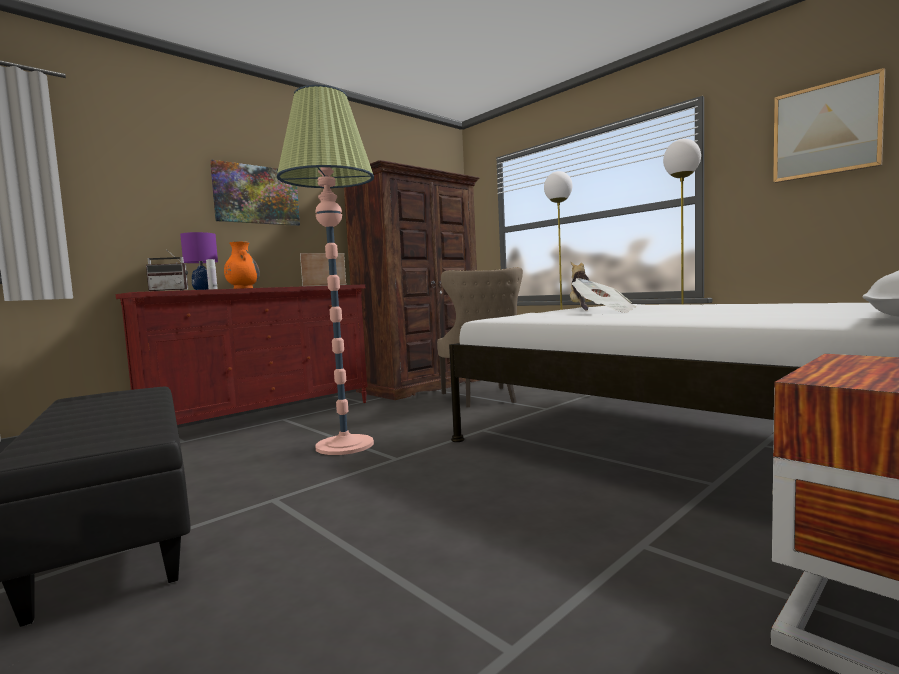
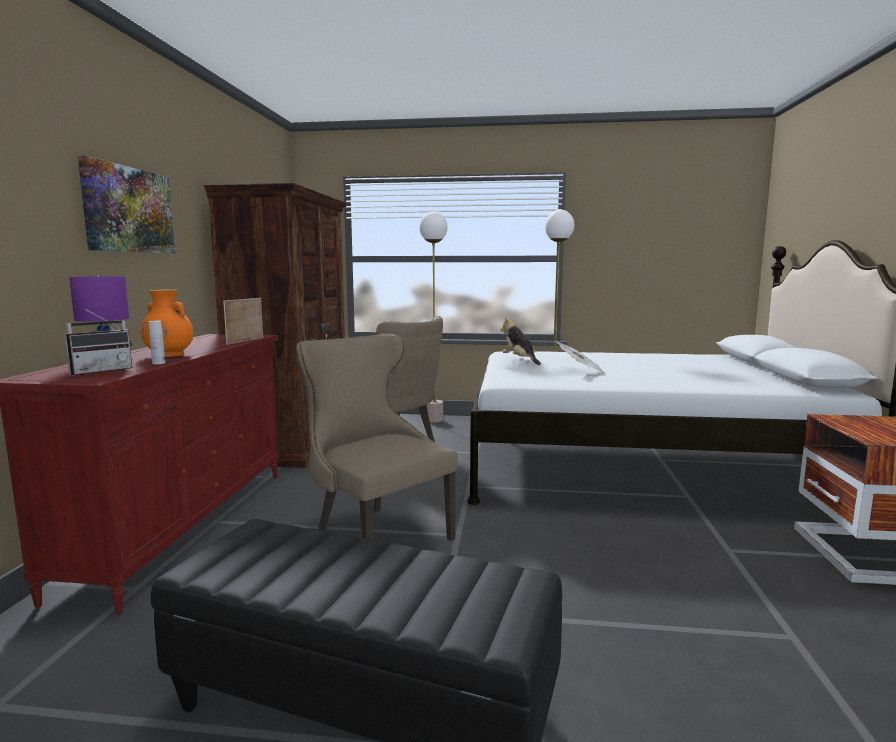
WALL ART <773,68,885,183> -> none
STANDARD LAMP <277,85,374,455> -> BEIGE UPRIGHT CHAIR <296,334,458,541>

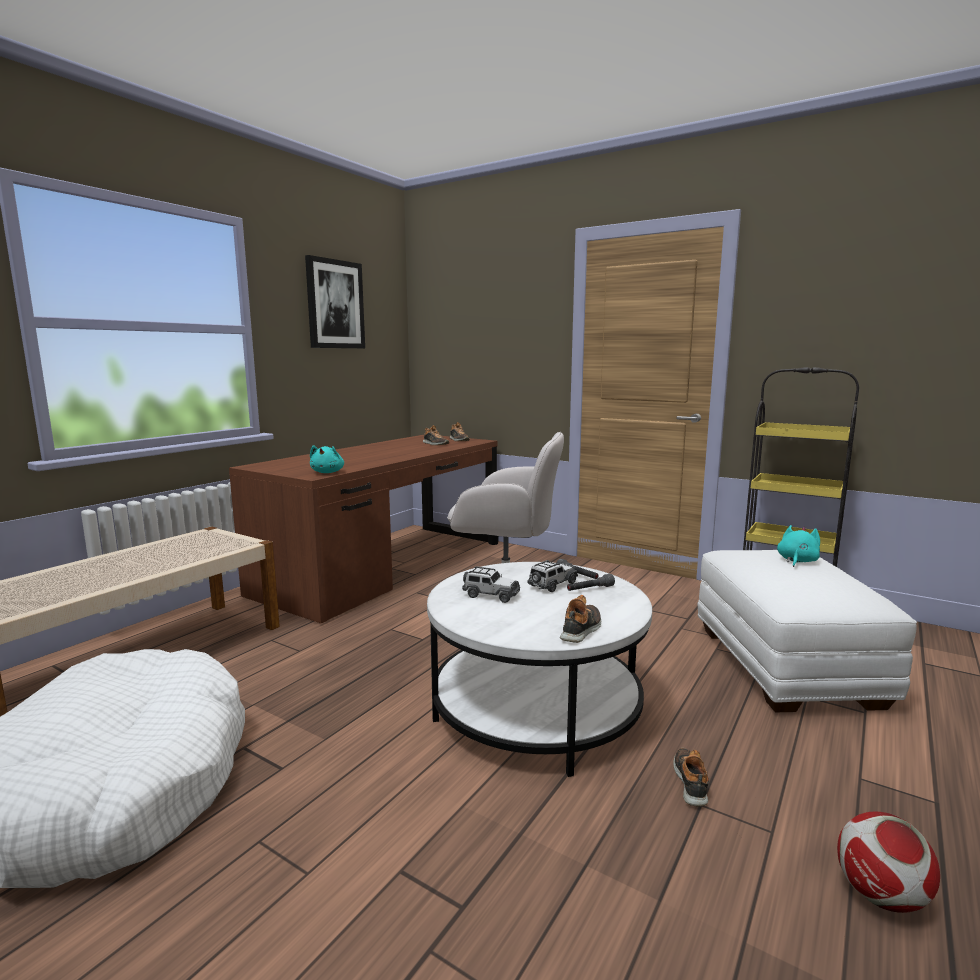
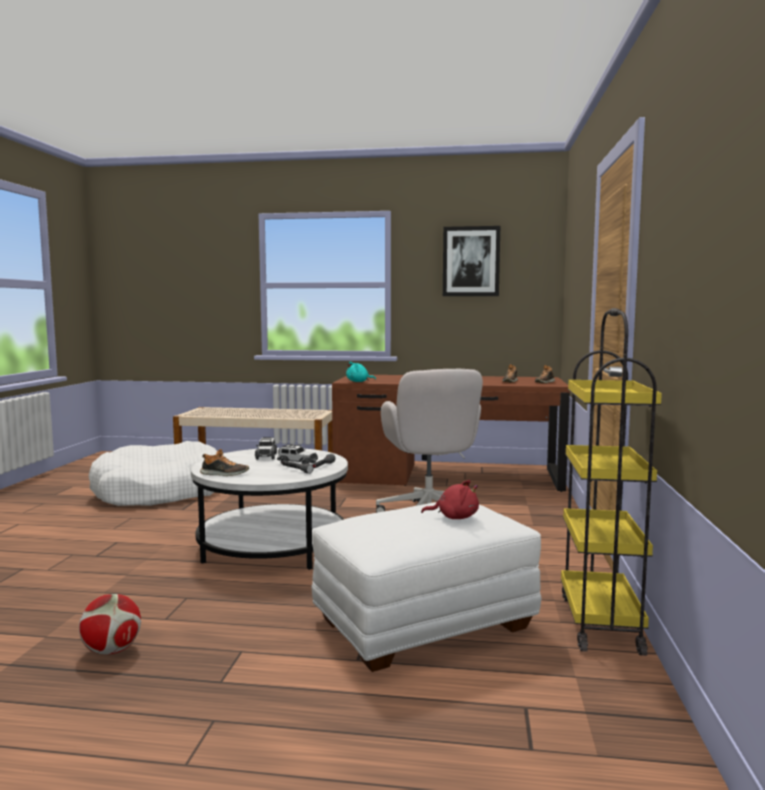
ITEM OF FOOTWEAR <673,748,709,807> -> none
TURQUOISE PLUSH TOY <777,525,820,567> -> RED PLUSH TOY <421,480,479,519>

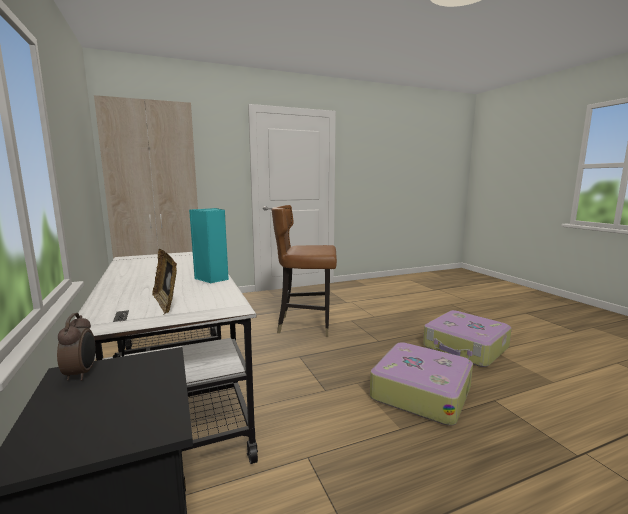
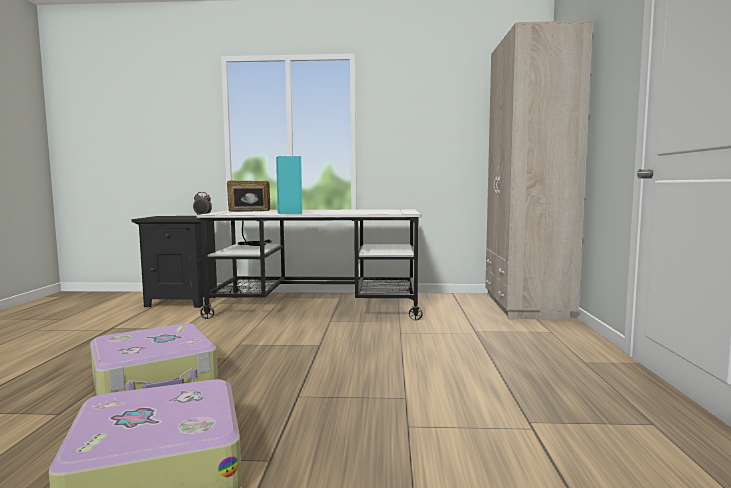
BROWN UPRIGHT CHAIR <271,205,337,337> -> none

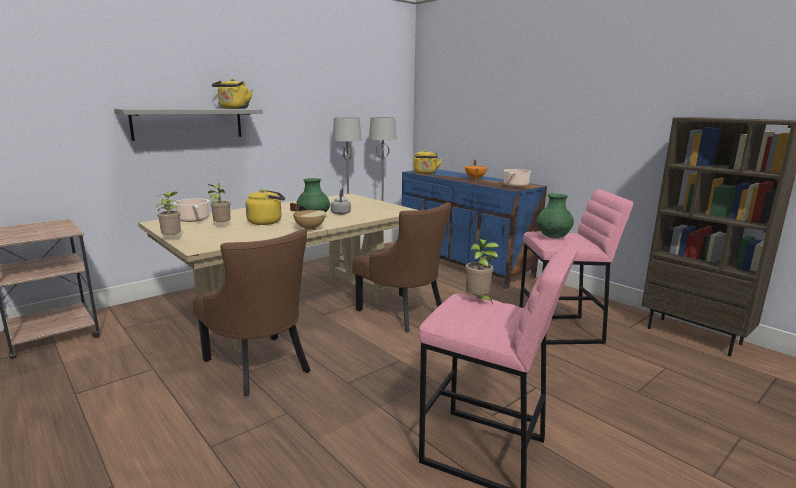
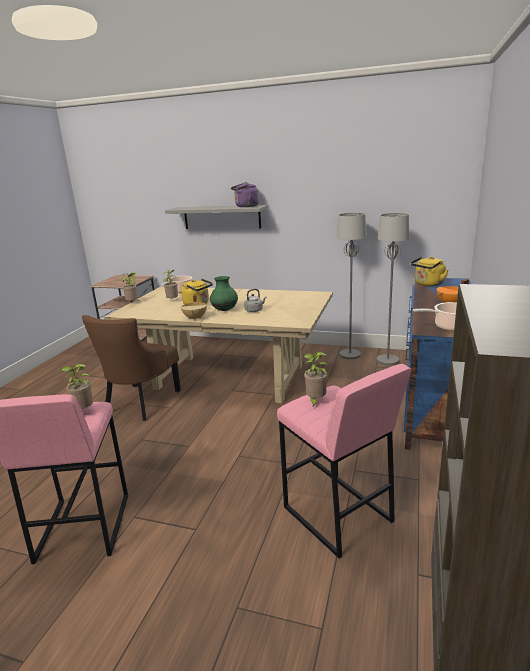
BROWN UPRIGHT CHAIR <352,202,451,332> -> none
GREENISH VASE <536,193,574,238> -> POTTED PLANT <303,352,328,408>
YELLOWISH KETTLE <212,79,253,109> -> PURPLISH KETTLE <231,182,259,207>

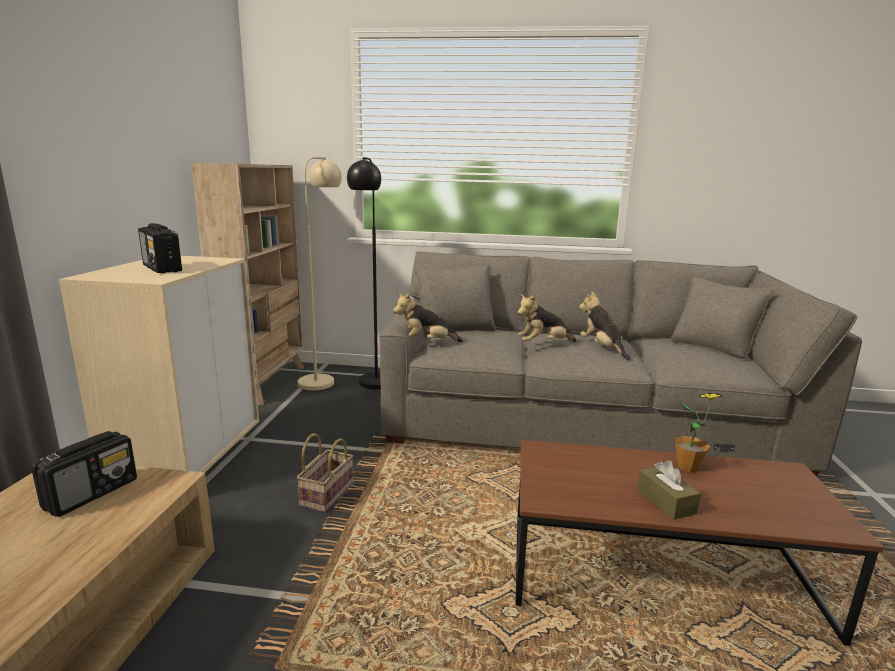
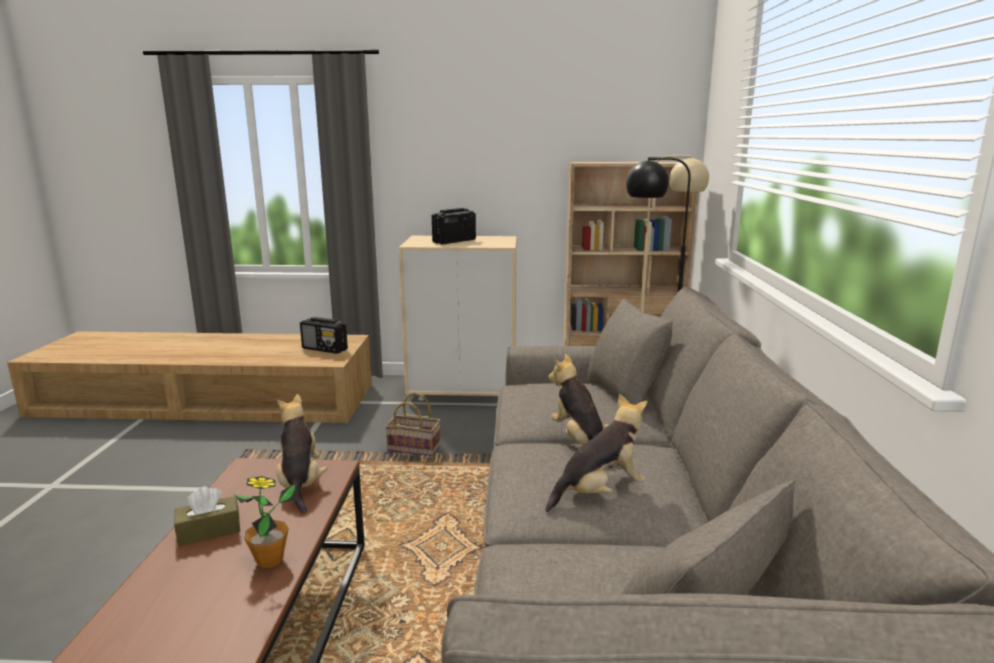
PLUSH TOY <393,292,463,342> -> PLUSH TOY <277,394,327,514>, move

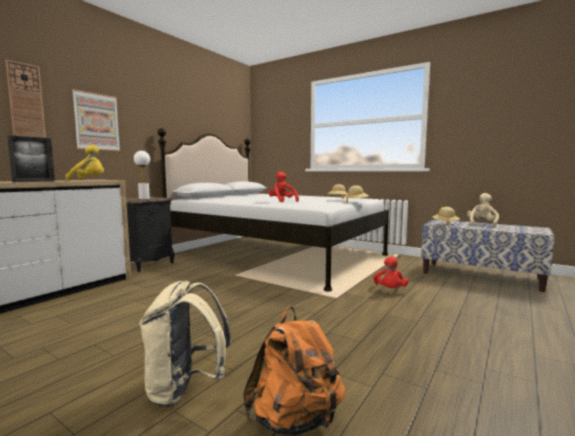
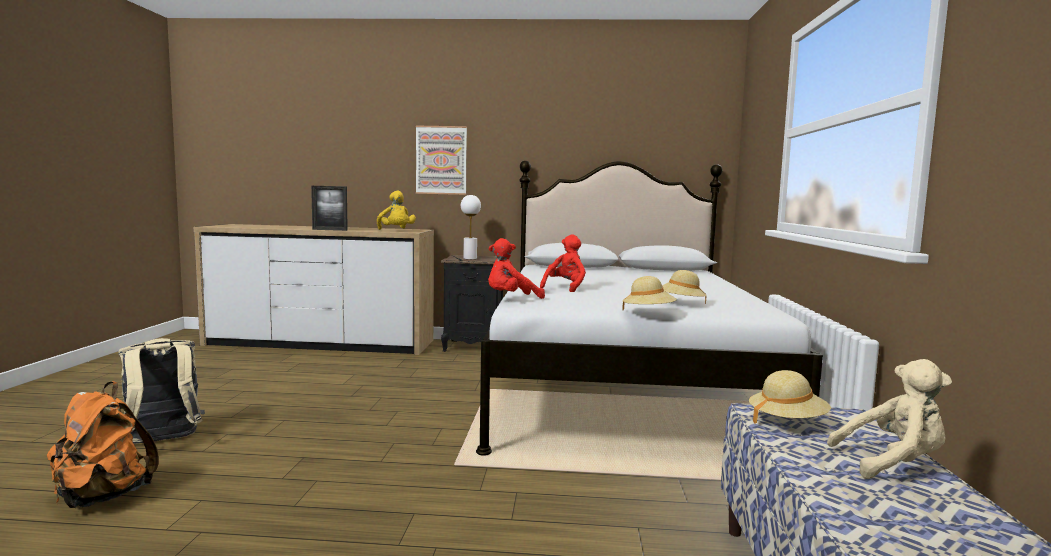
CLOCK ON THE WALL <5,59,46,138> -> none
RED PLUSH TOY <373,257,409,288> -> RED PLUSH TOY <488,238,545,299>, move

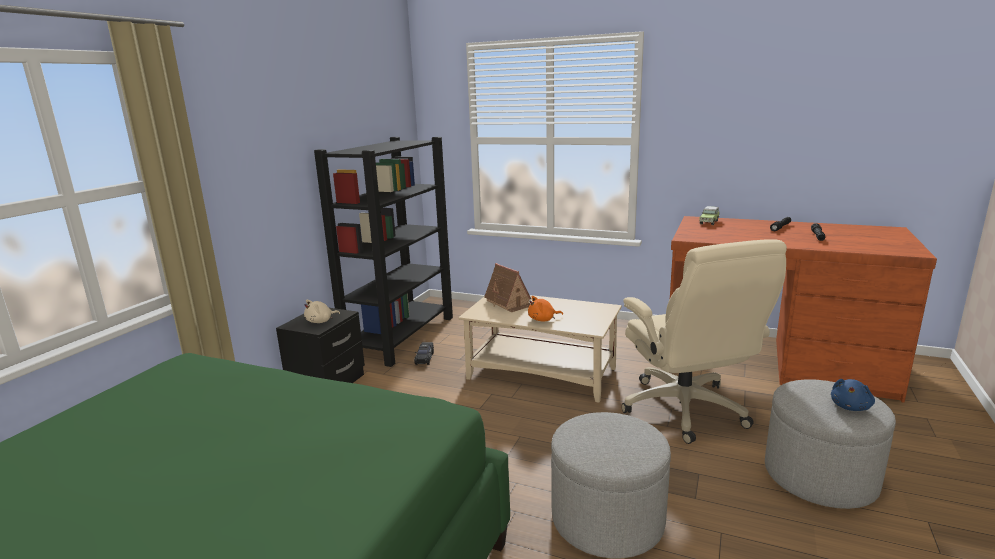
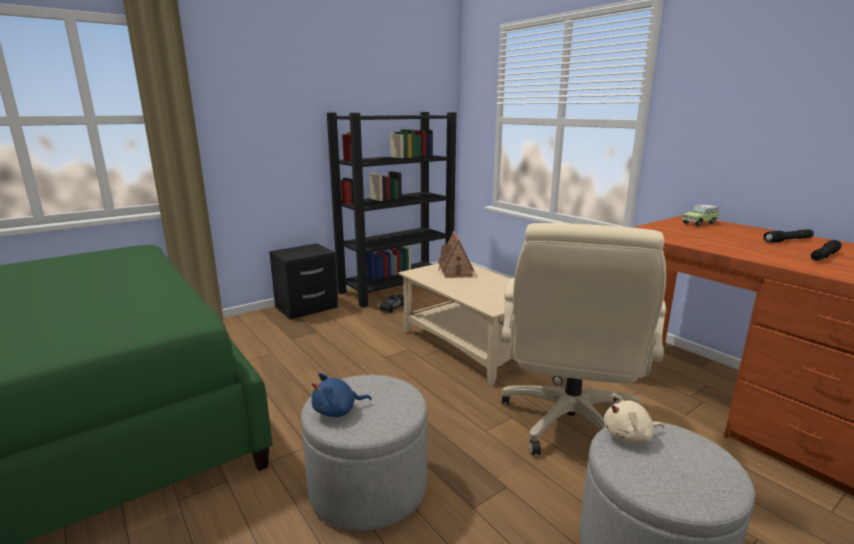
ORANGE-COLOURED PLUSH TOY <528,296,563,322> -> none
BEIGE PLUSH TOY <304,300,340,323> -> BEIGE PLUSH TOY <604,394,665,445>, move
BLUE-COLOURED PLUSH TOY <831,379,875,411> -> BLUE-COLOURED PLUSH TOY <311,373,372,417>, move

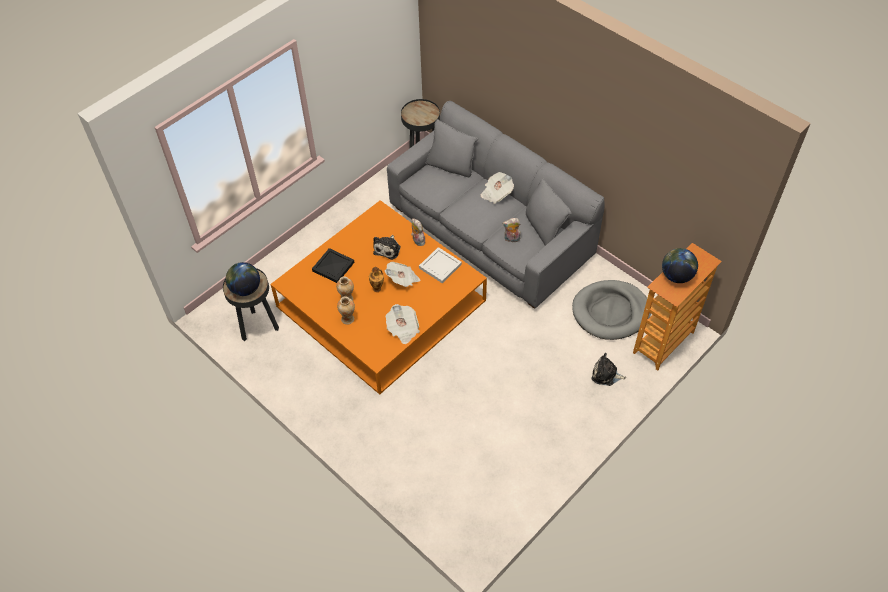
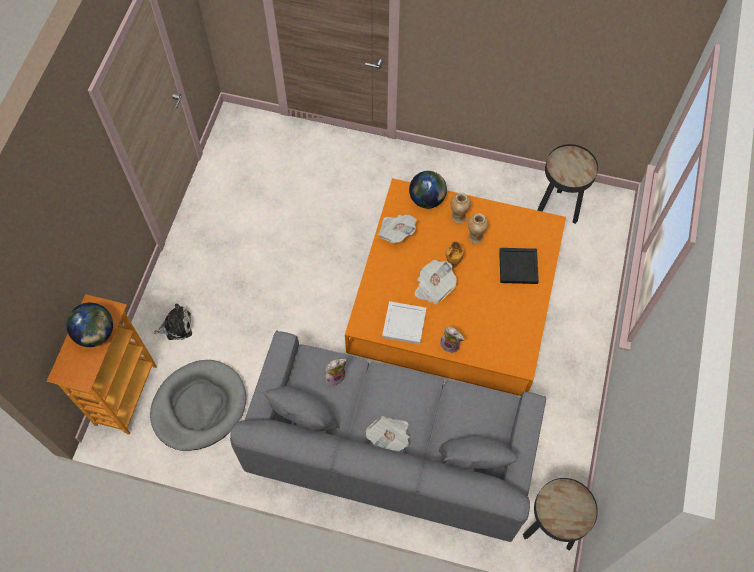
PLUSH TOY <373,235,401,260> -> none
DESK GLOBE <226,262,260,296> -> DESK GLOBE <409,171,447,209>, move

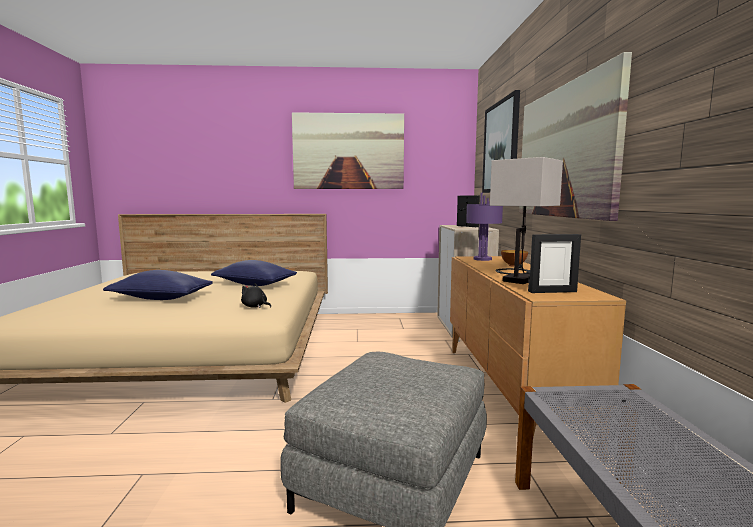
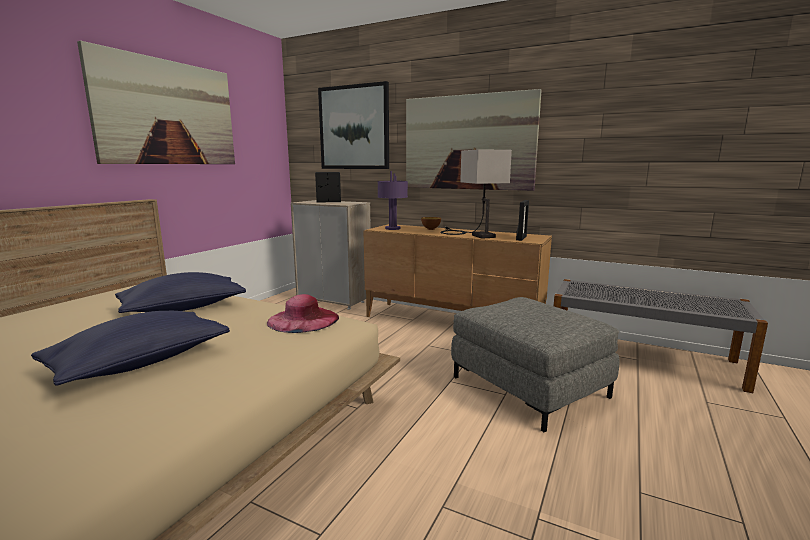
BLACKISH PLUSH TOY <241,283,271,308> -> PINK HAT <267,294,339,333>

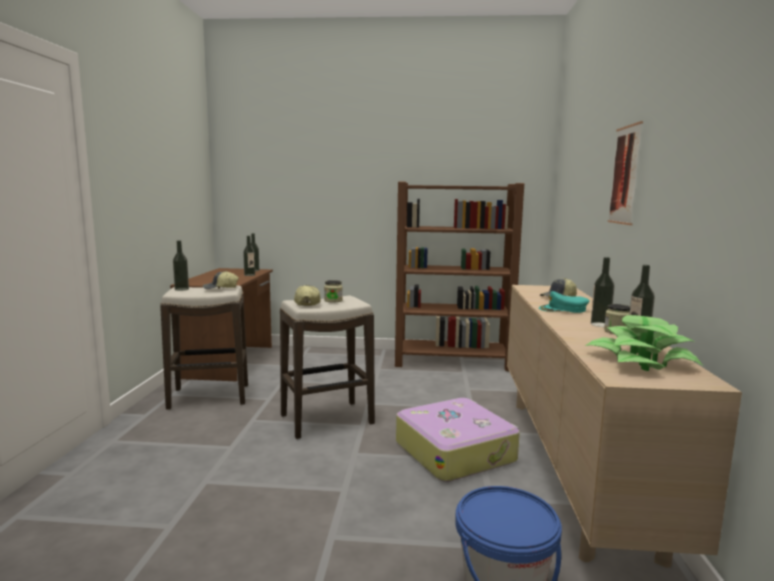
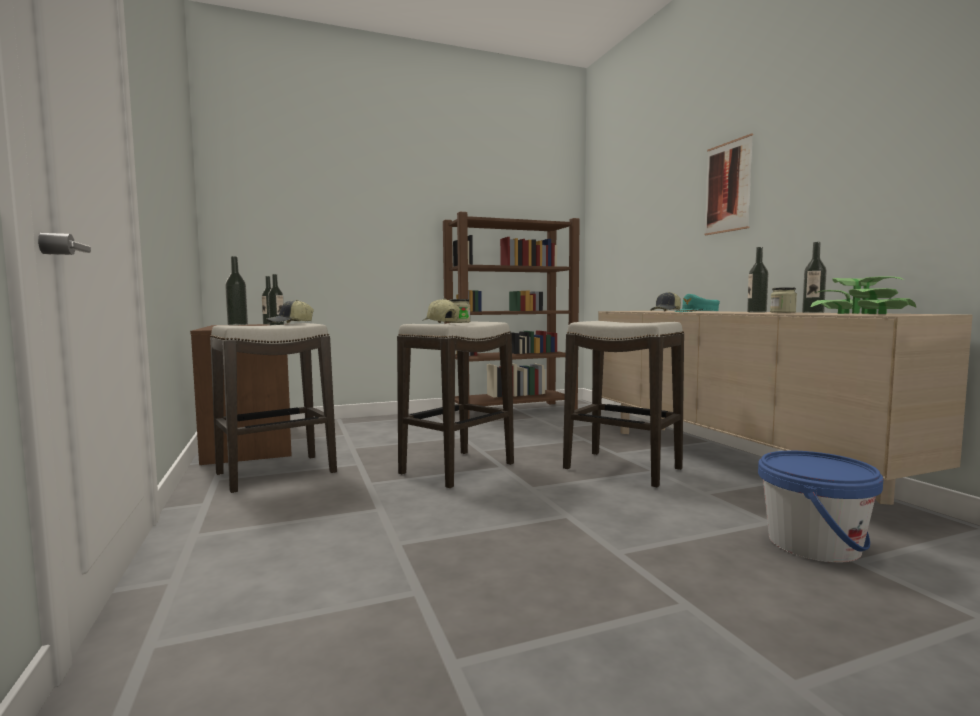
SUITCASE <396,398,520,482> -> STOOL SEAT <563,321,684,487>

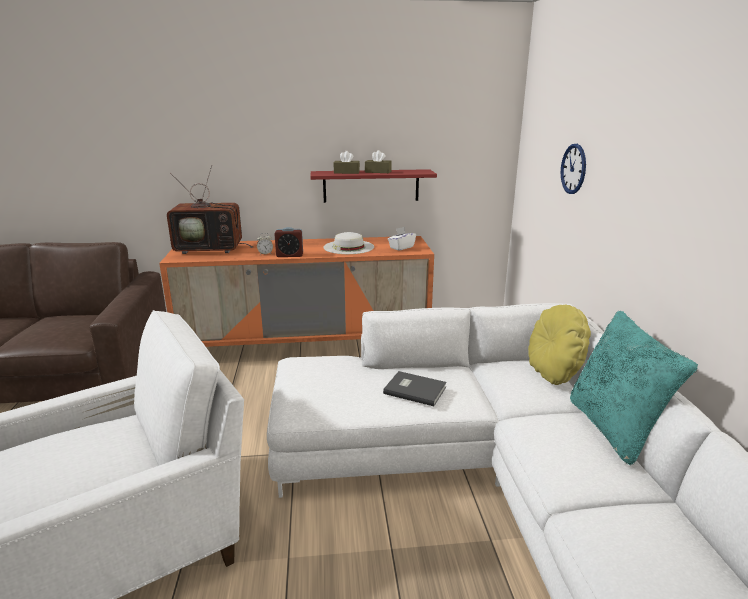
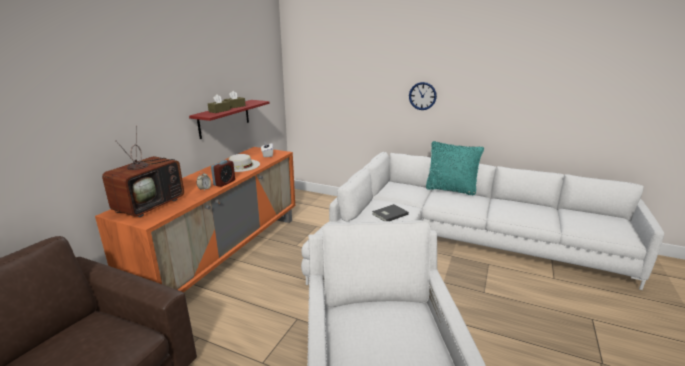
YELLOWISH PILLOW <528,305,591,385> -> none
CLOCK ON THE WALL <561,144,586,194> -> CLOCK ON THE WALL <409,82,437,110>, move

